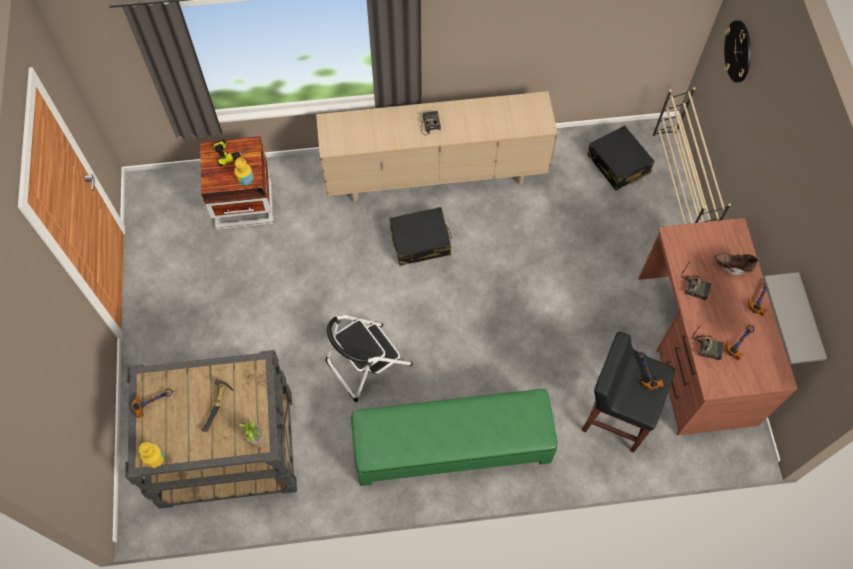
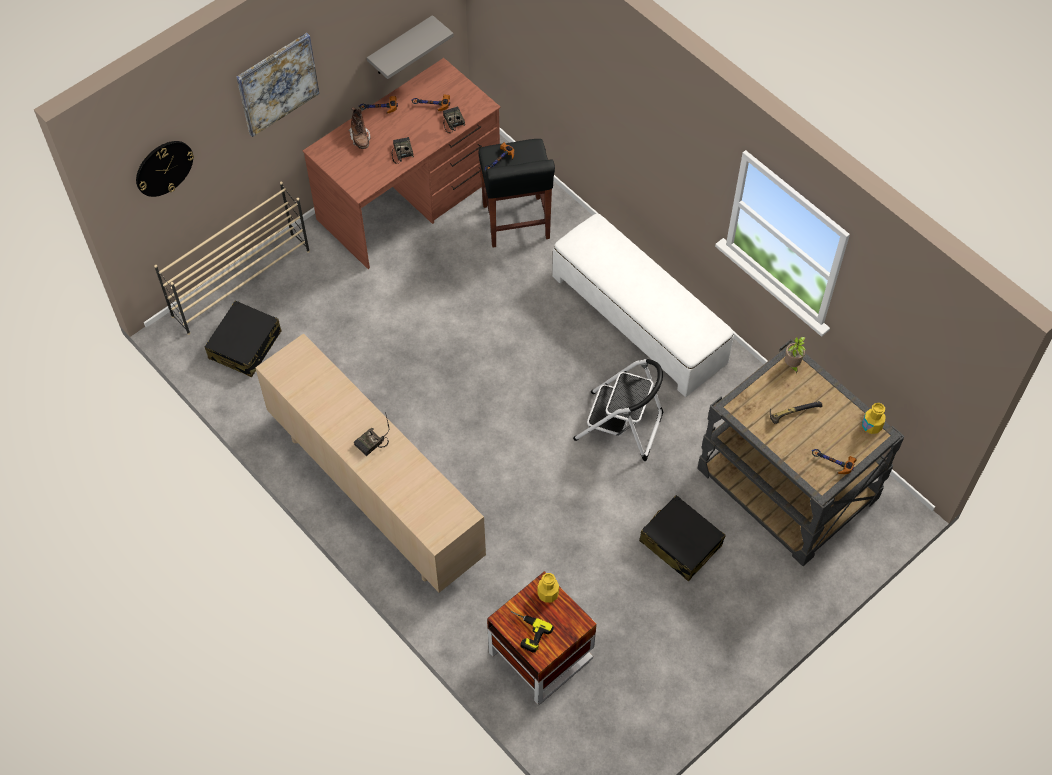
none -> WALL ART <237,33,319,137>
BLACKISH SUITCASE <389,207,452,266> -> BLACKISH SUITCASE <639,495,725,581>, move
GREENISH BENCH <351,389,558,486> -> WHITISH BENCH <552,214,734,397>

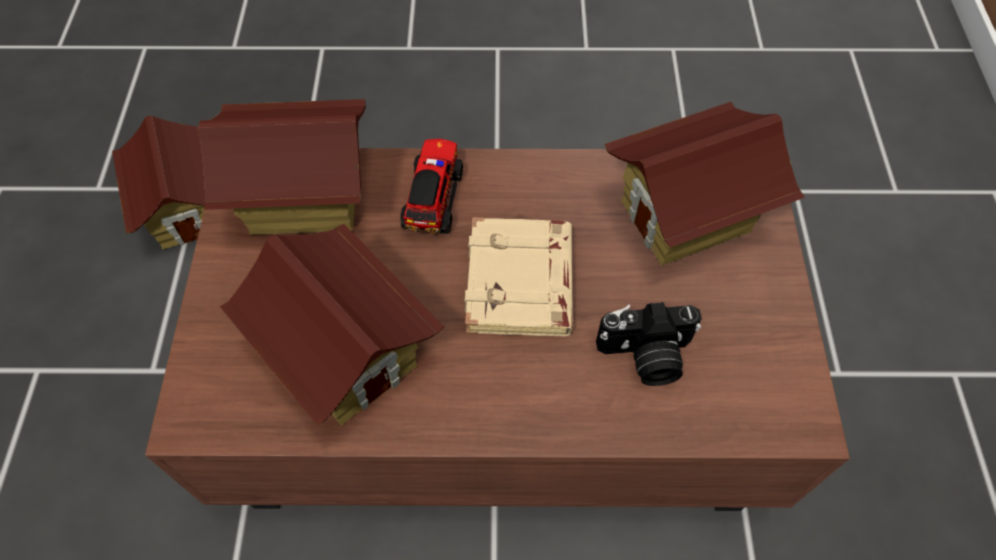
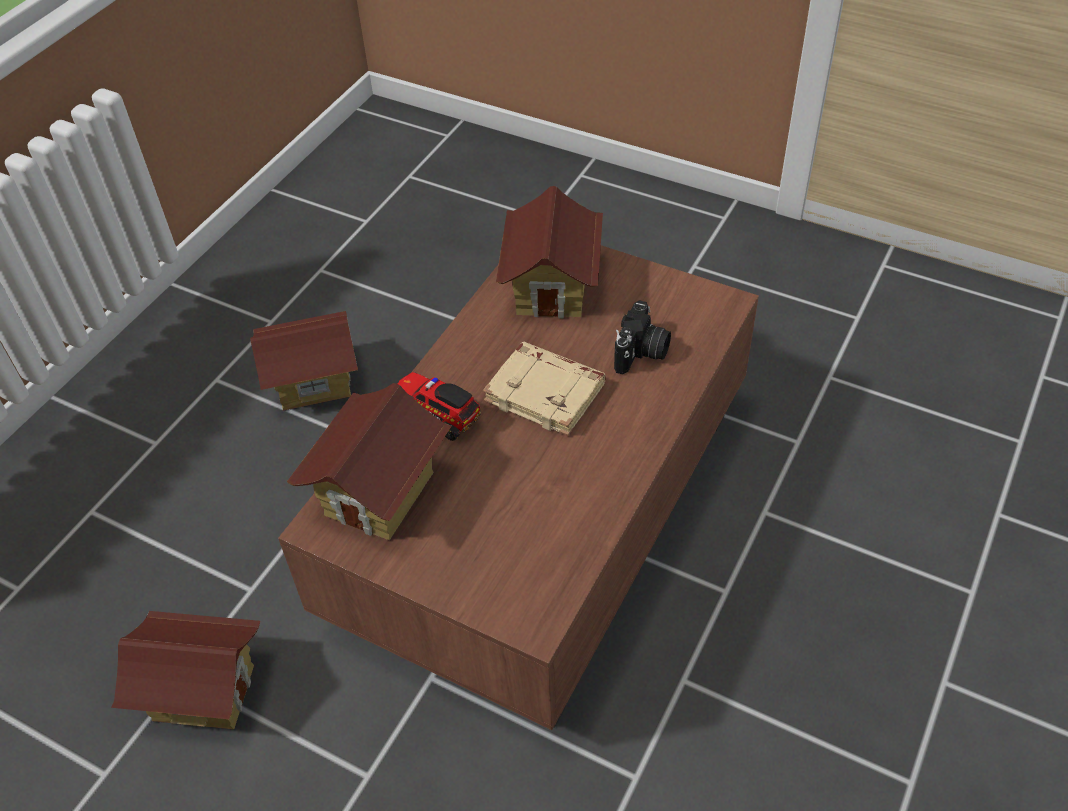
MINIATURE HOUSE <220,223,444,425> -> MINIATURE HOUSE <250,311,358,411>, move

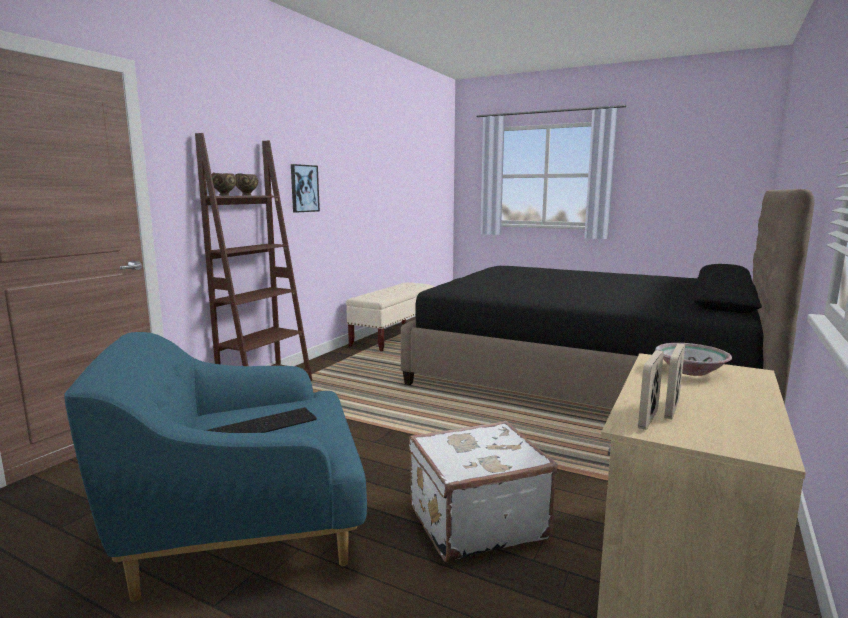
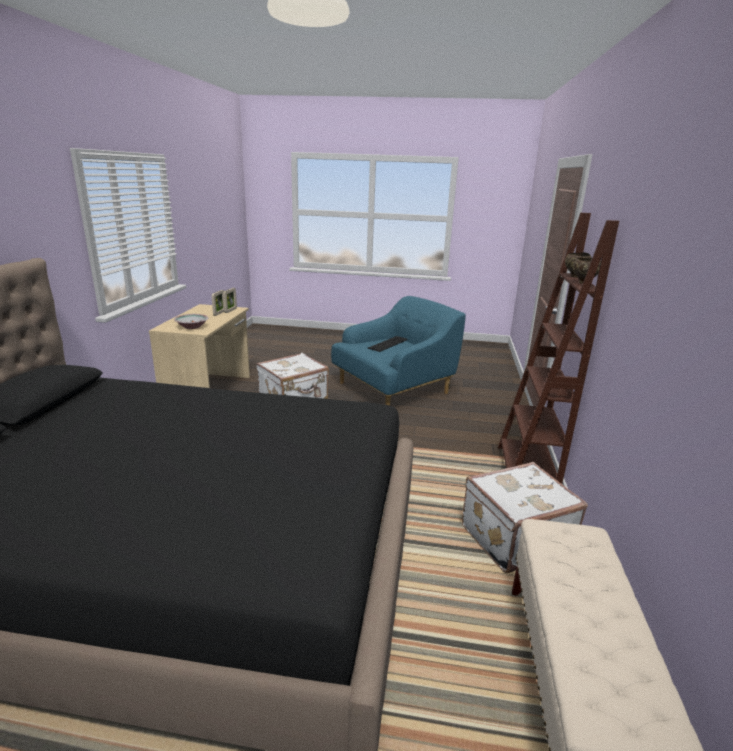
WALL ART <291,164,320,213> -> none
none -> WHITISH SUITCASE <462,462,588,573>

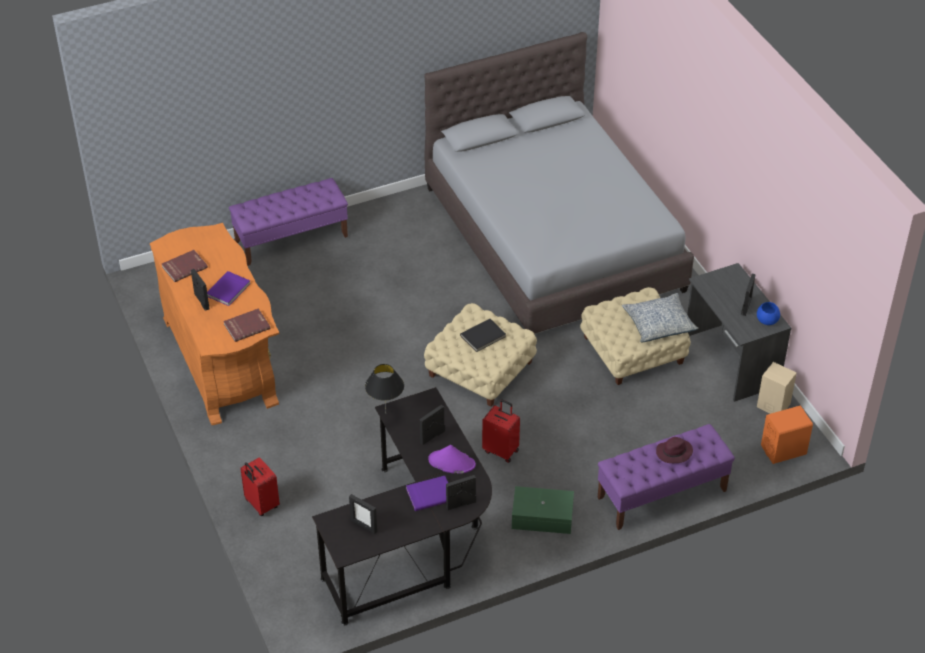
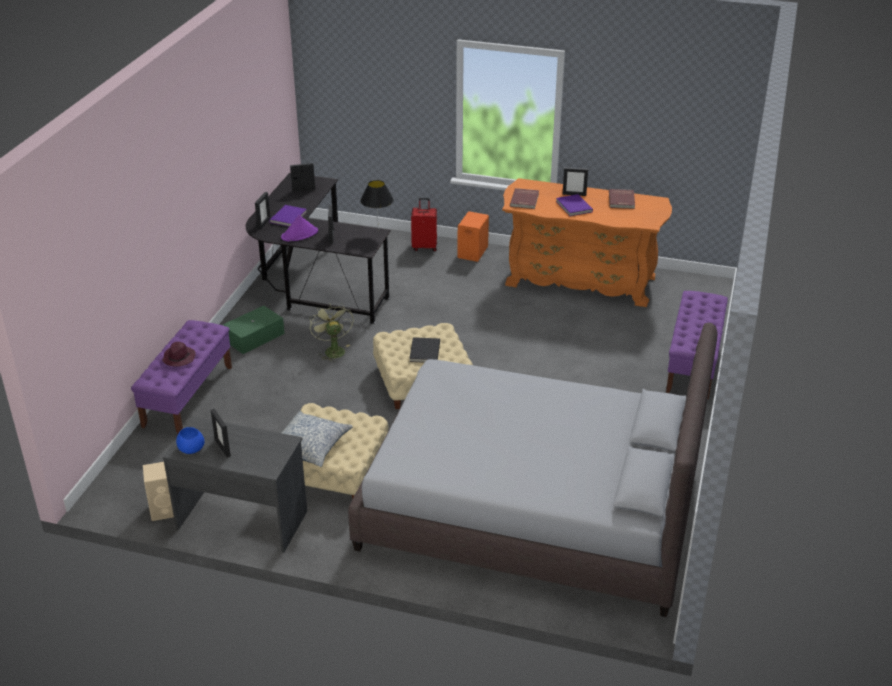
ORANGE-COLOURED LOUDSPEAKER <761,406,813,464> -> ORANGE-COLOURED LOUDSPEAKER <457,211,489,262>, move
RED SUITCASE <482,400,520,463> -> GREENISH COOLING FAN <309,303,354,361>

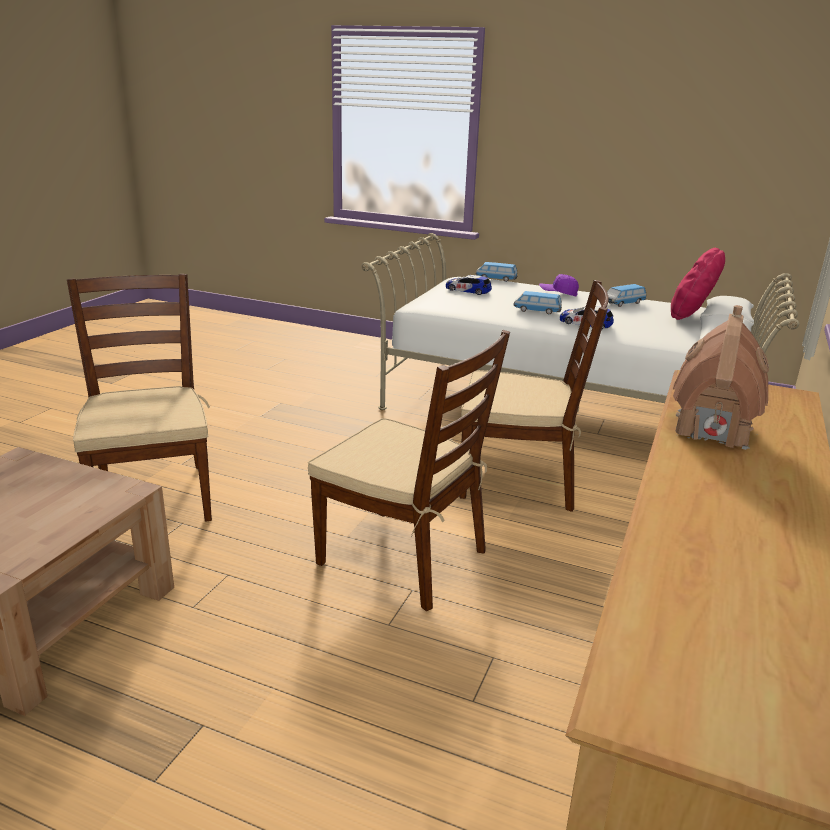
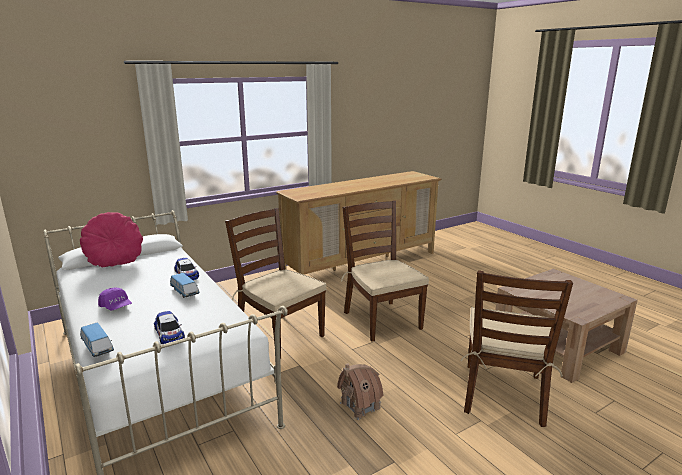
TOY CAR <607,284,647,307> -> none
MINIATURE HOUSE <673,305,769,450> -> MINIATURE HOUSE <337,363,384,420>, move

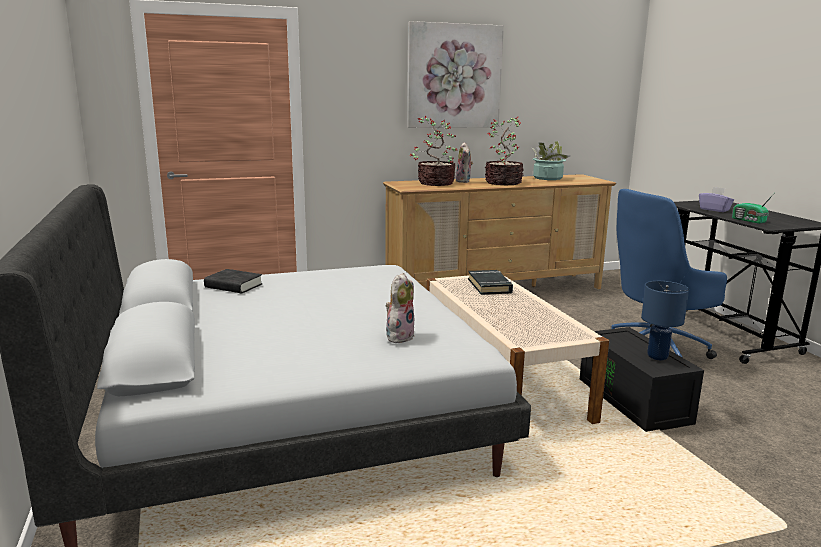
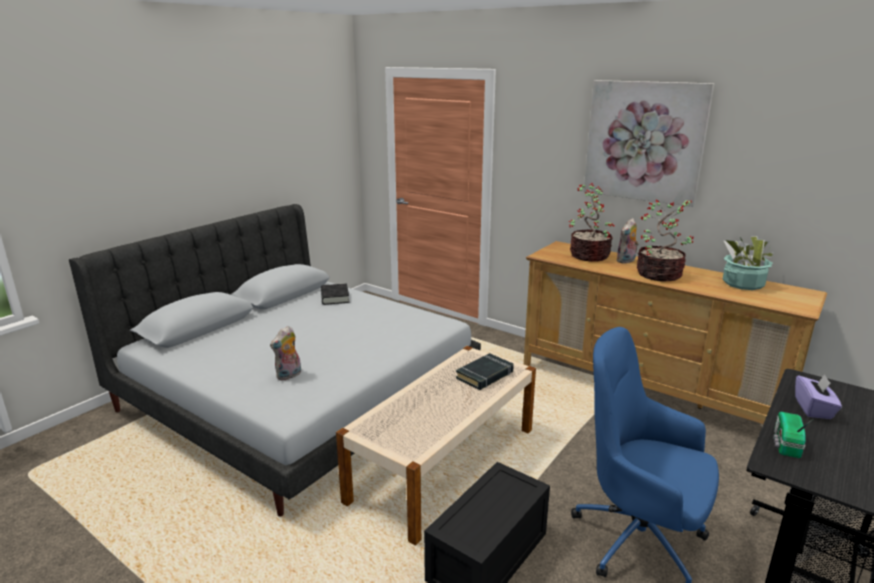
BLUE-COLOURED TABLE LAMP <641,281,689,360> -> none
PLUSH TOY <386,273,415,343> -> PLUSH TOY <270,326,301,381>, 135 degrees clockwise

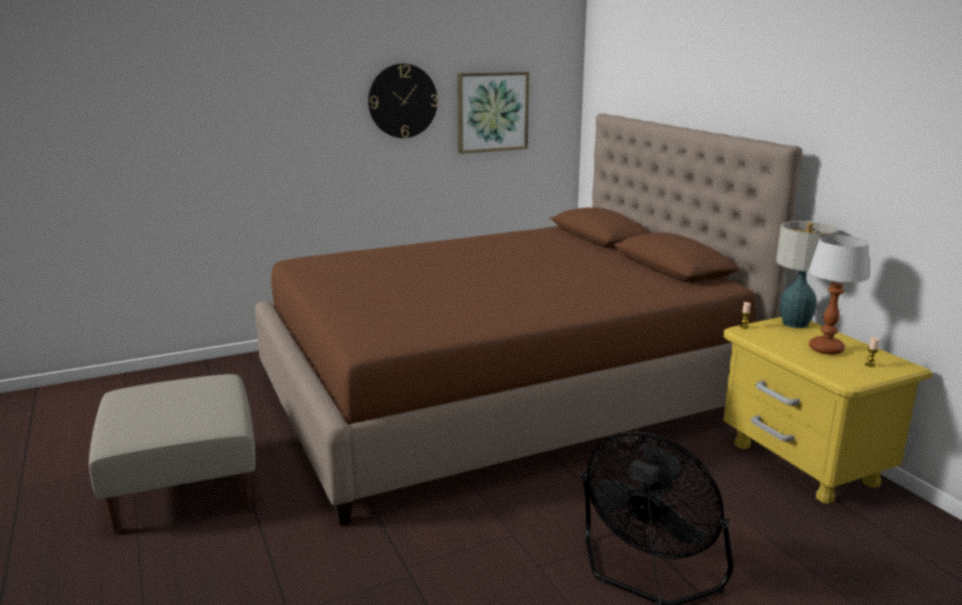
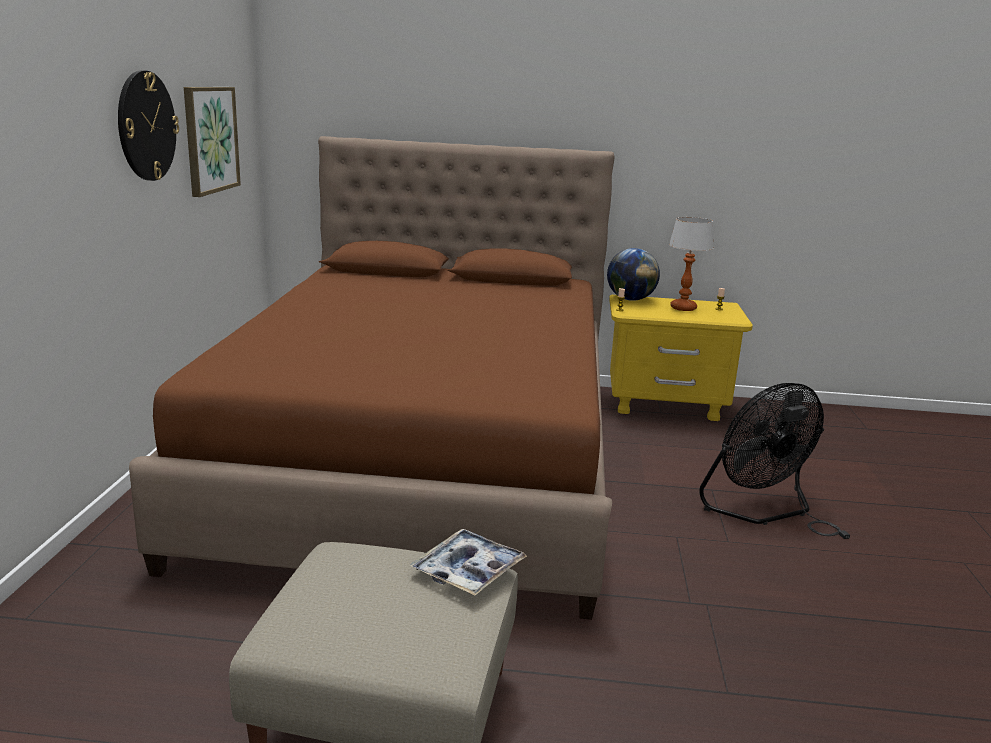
none -> CARRYING TRAY <410,529,527,595>
TABLE LAMP <776,221,839,328> -> DESK GLOBE <607,248,660,301>

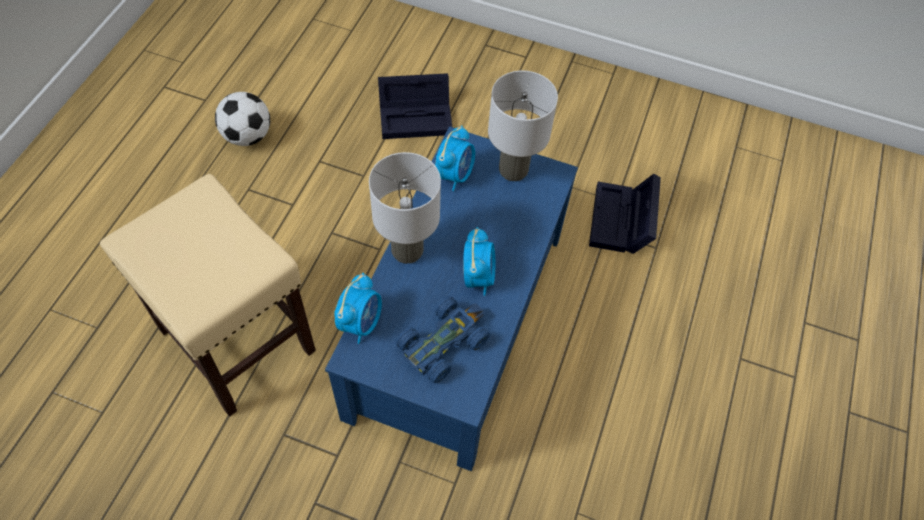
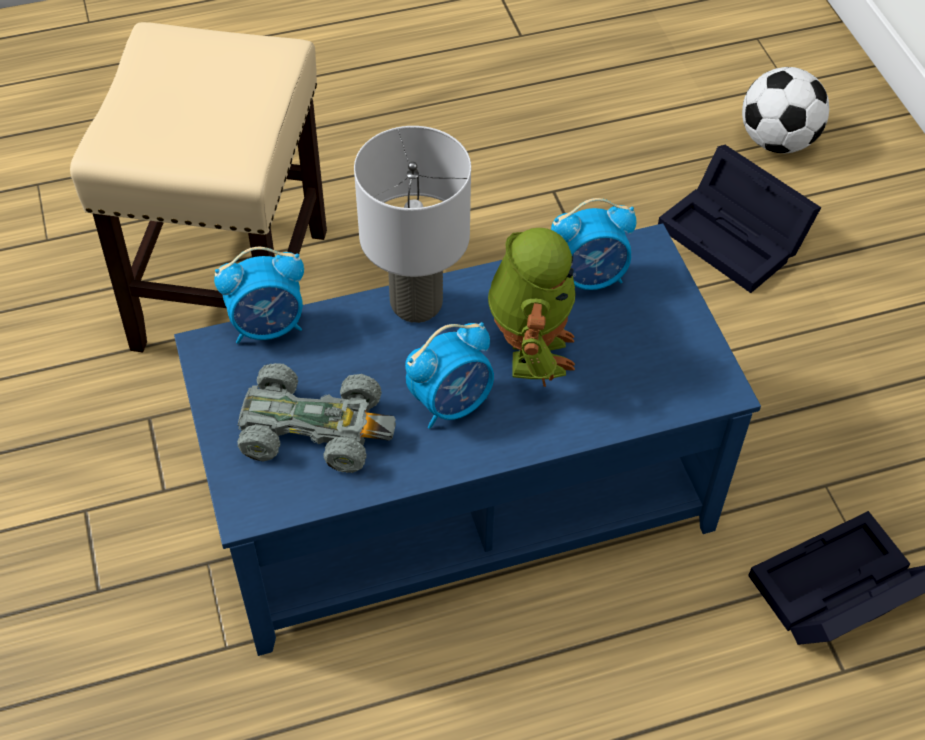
WHITISH TABLE LAMP <488,71,558,181> -> none
none -> ROBOT FIGURE <488,228,576,387>
FOOTBALL <215,92,270,146> -> FOOTBALL <742,67,829,154>, move
BLUE-COLOURED TOY CAR <395,296,490,383> -> GREYISH TOY CAR <237,363,396,473>

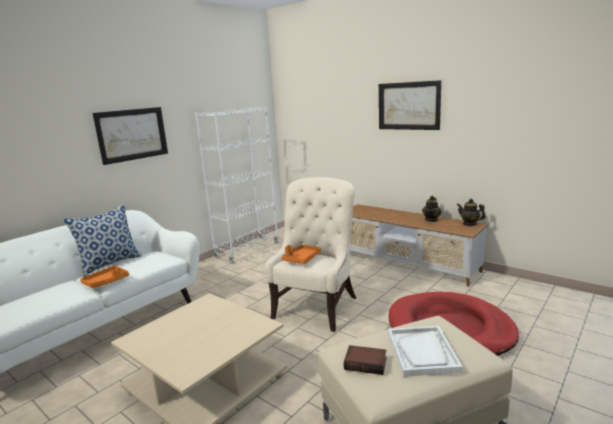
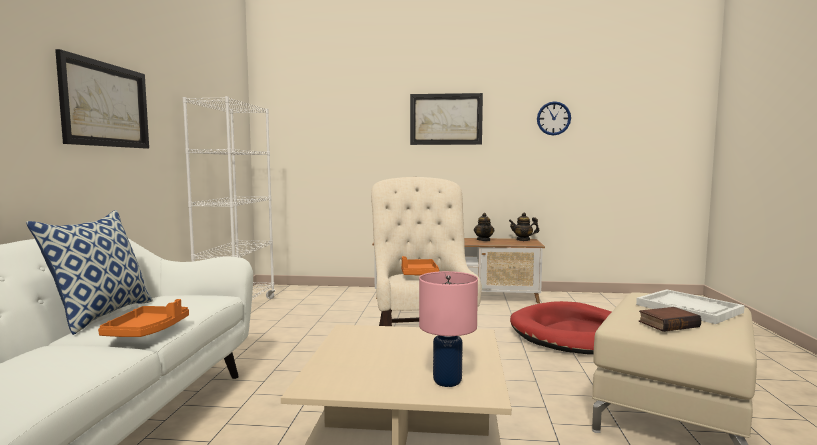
none -> PINK TABLE LAMP <419,271,478,387>
none -> CLOCK ON THE WALL <537,101,571,135>

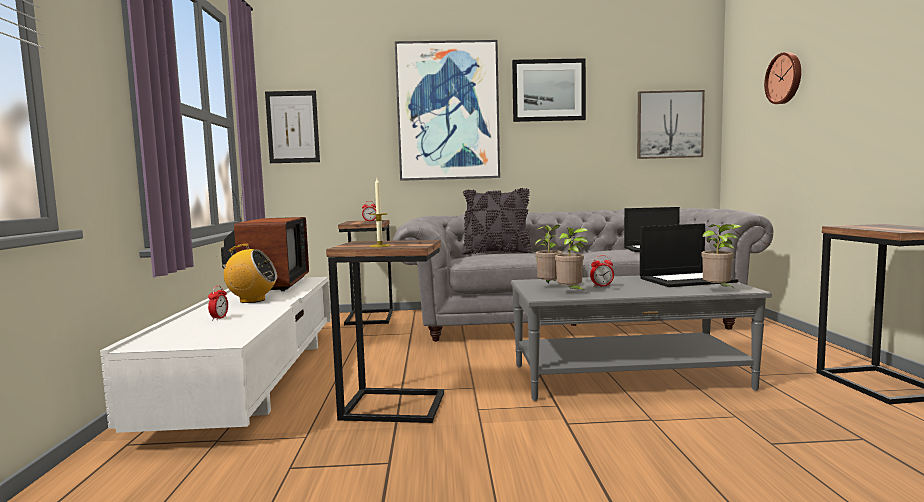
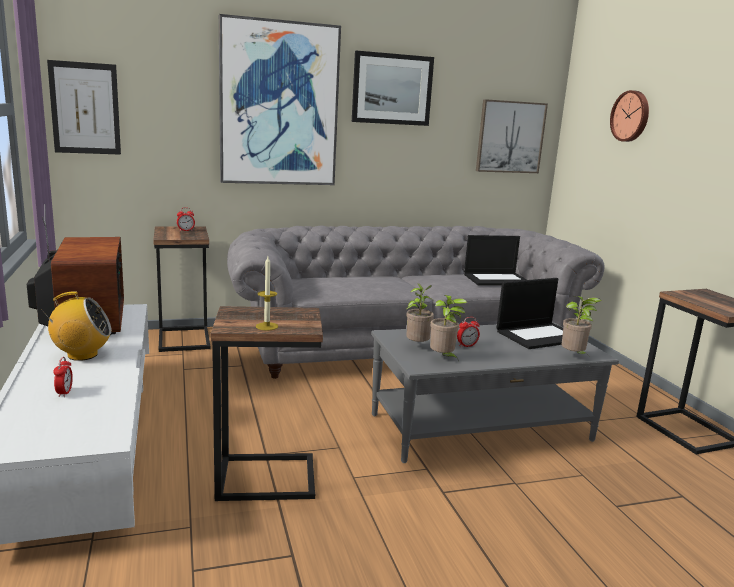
BLACKISH PILLOW <462,188,531,255> -> none

